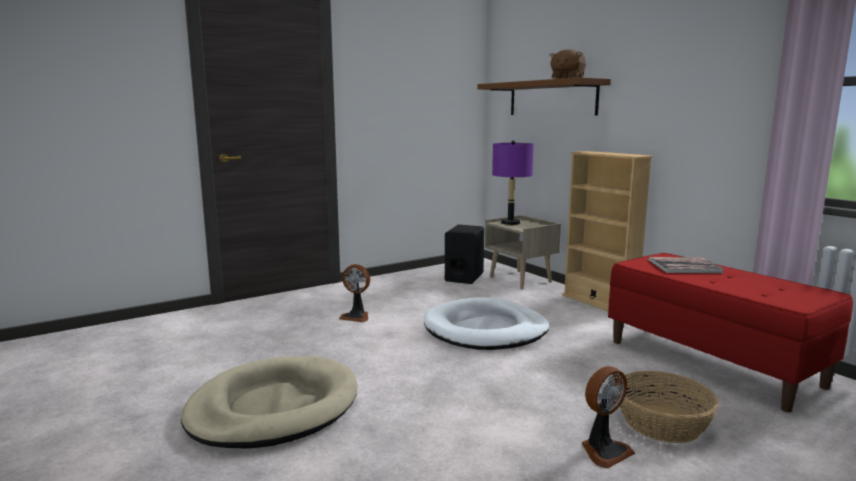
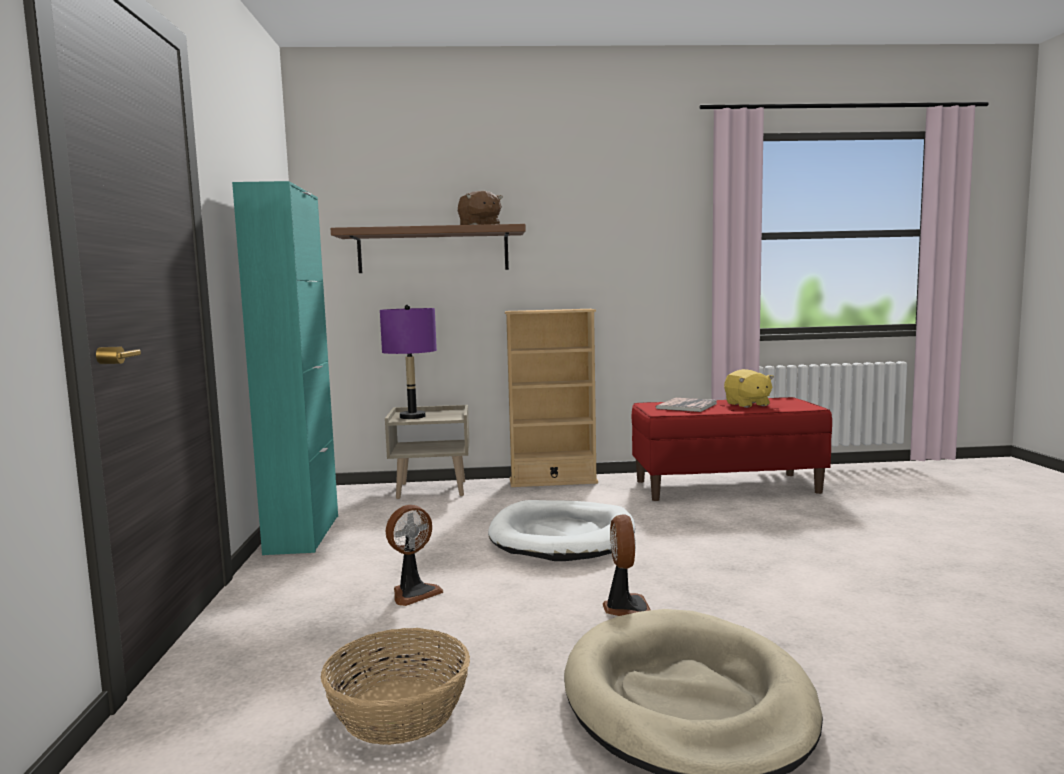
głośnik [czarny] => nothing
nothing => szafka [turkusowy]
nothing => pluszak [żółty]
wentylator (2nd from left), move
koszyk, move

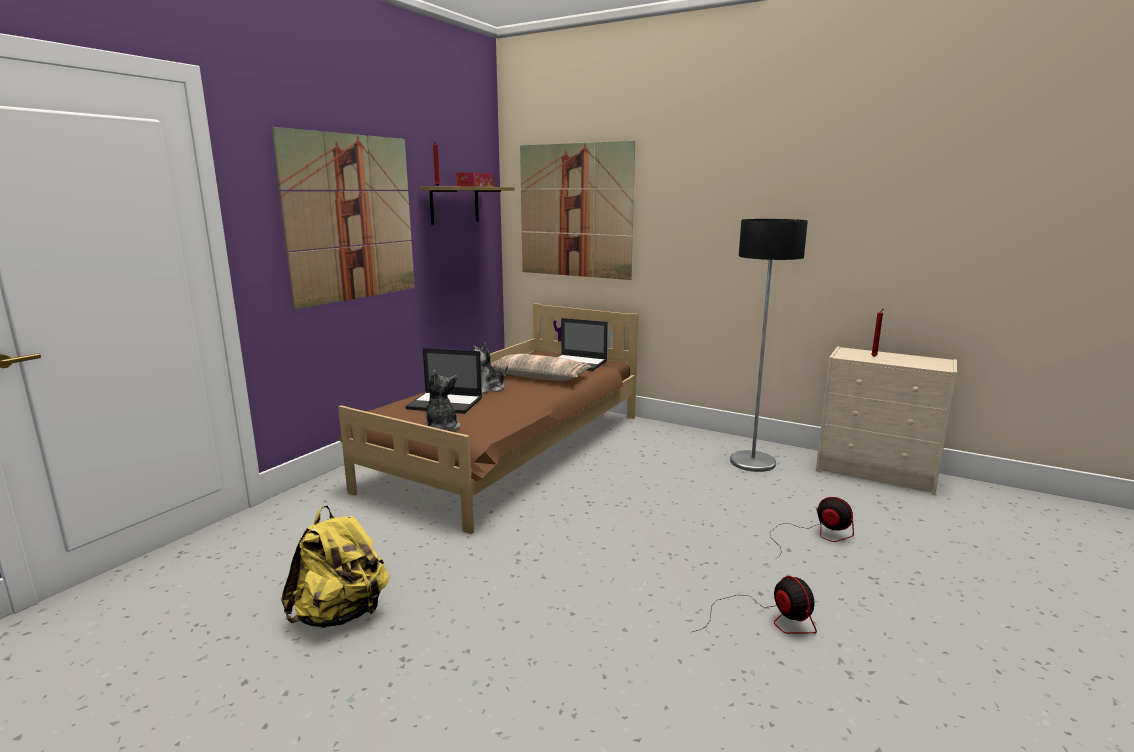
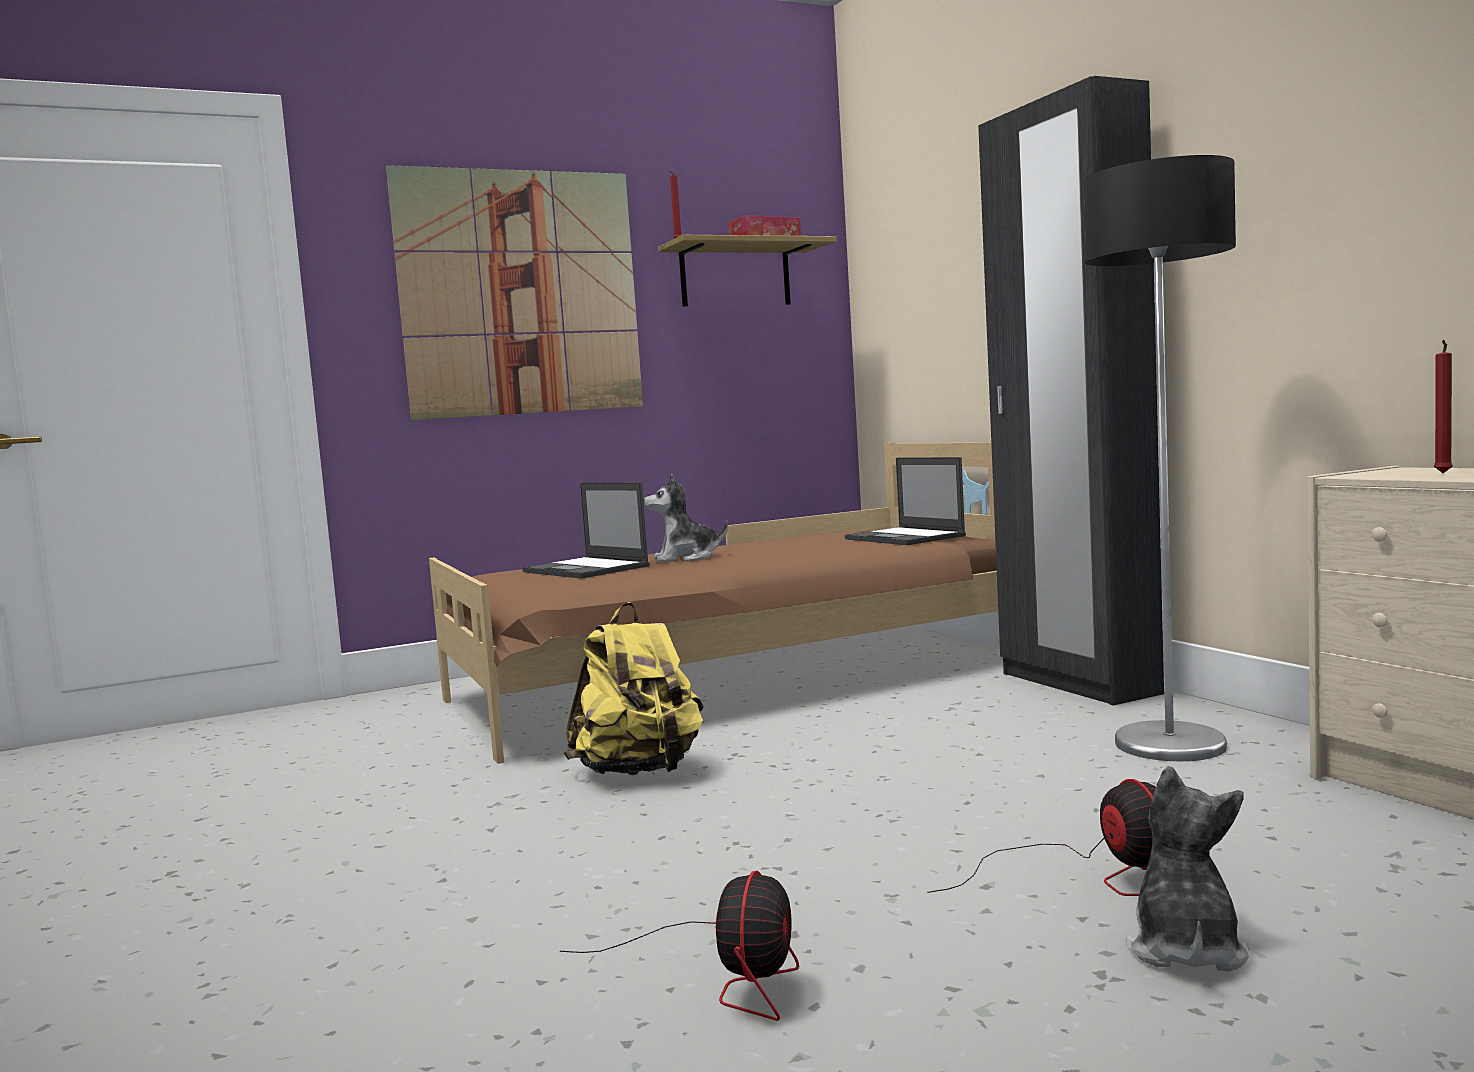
poduszka => nothing
obraz (2nd from left) => nothing
nothing => szafa [czarny]
plecak [żółty], move
pluszak (1st from left in the first image) => pluszak (2nd from left), move

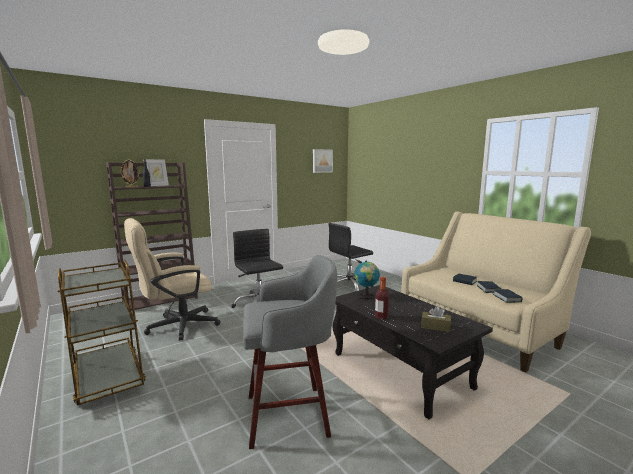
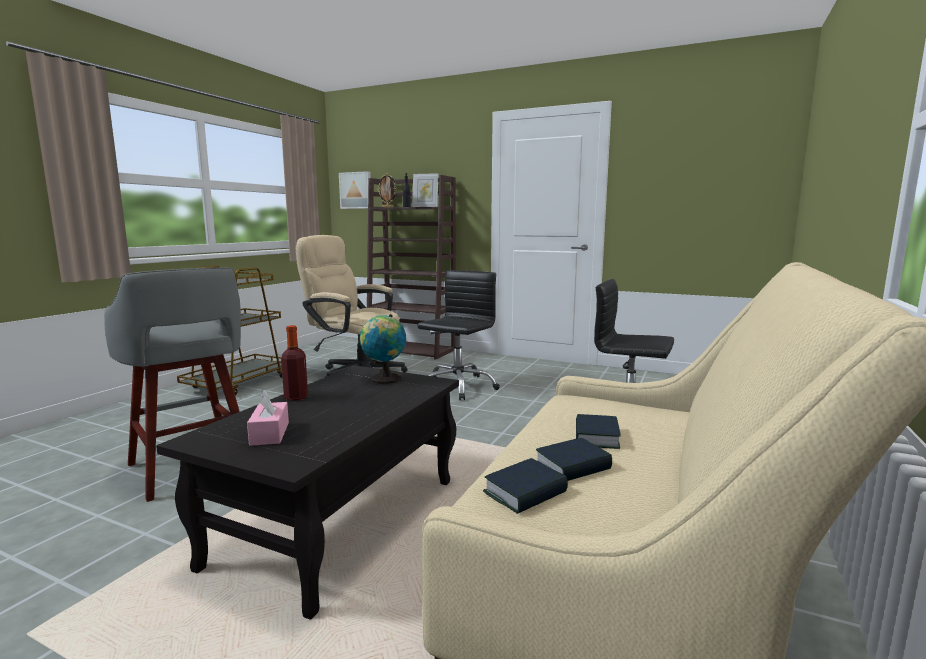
obraz, move
pudełko chusteczek [brązowy] => pudełko chusteczek [różowy]

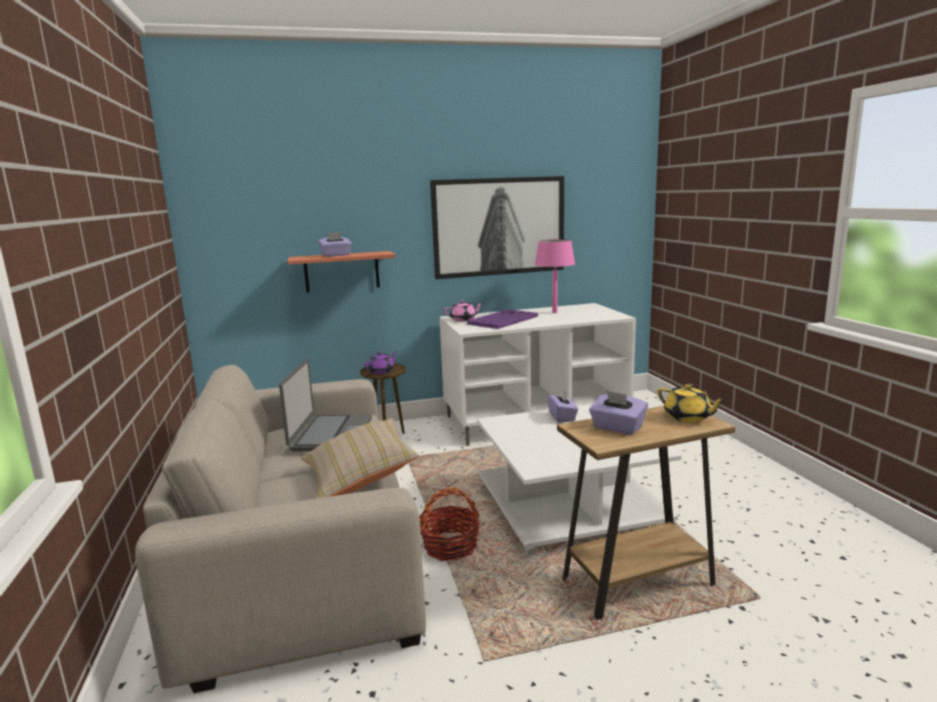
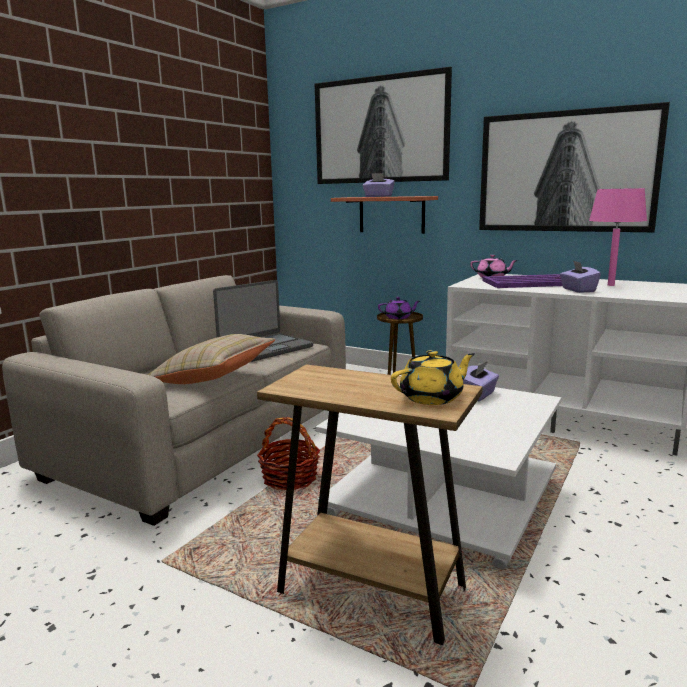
nothing => obraz (1st from left)
pudełko chusteczek [fioletowy] (3rd from left), move
imbryk [żółty], 120 degrees counterclockwise

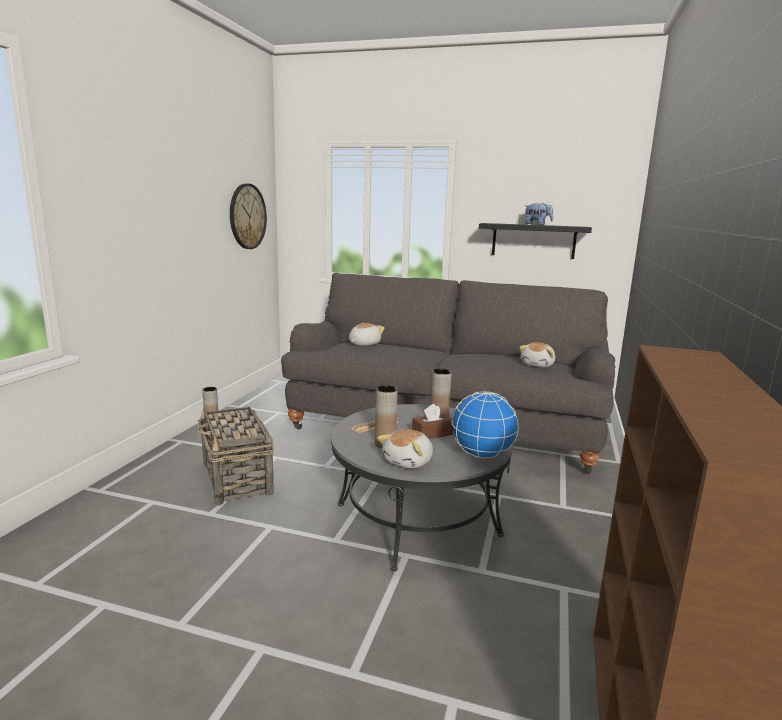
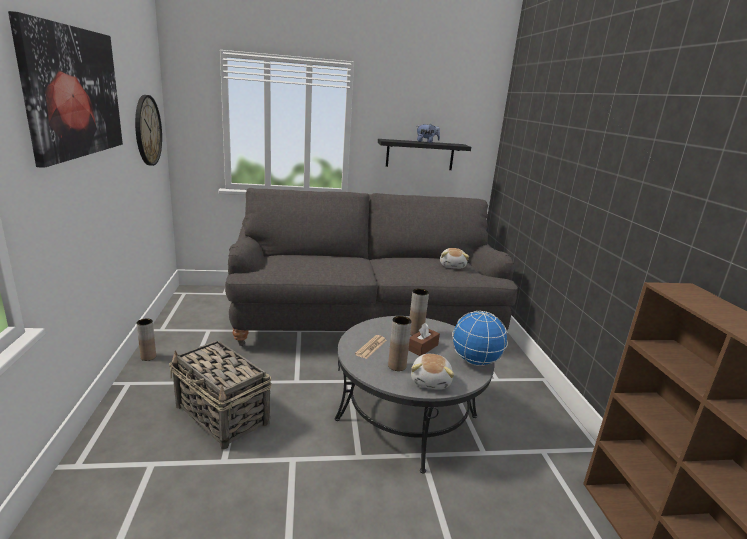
pluszak (1st from left) => nothing
nothing => obraz

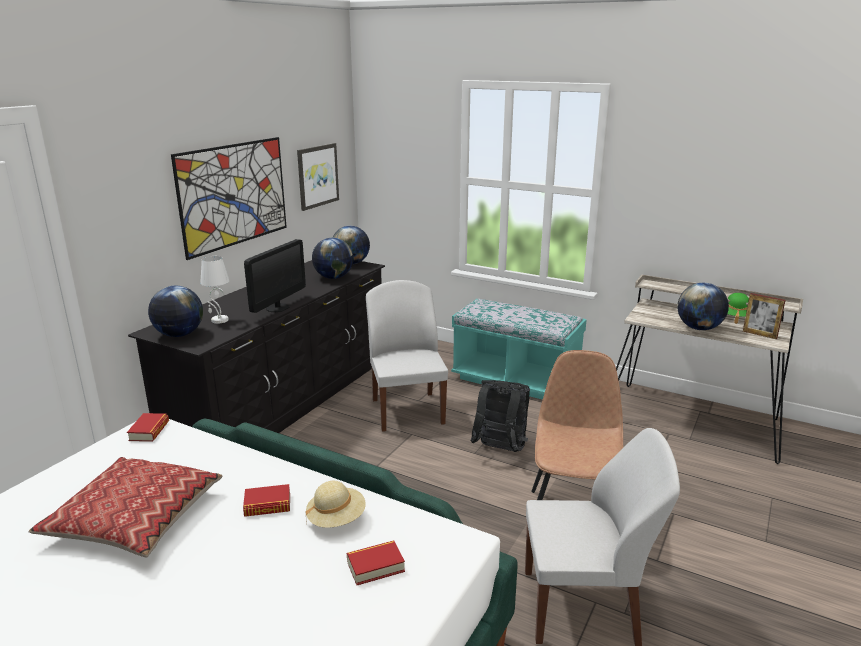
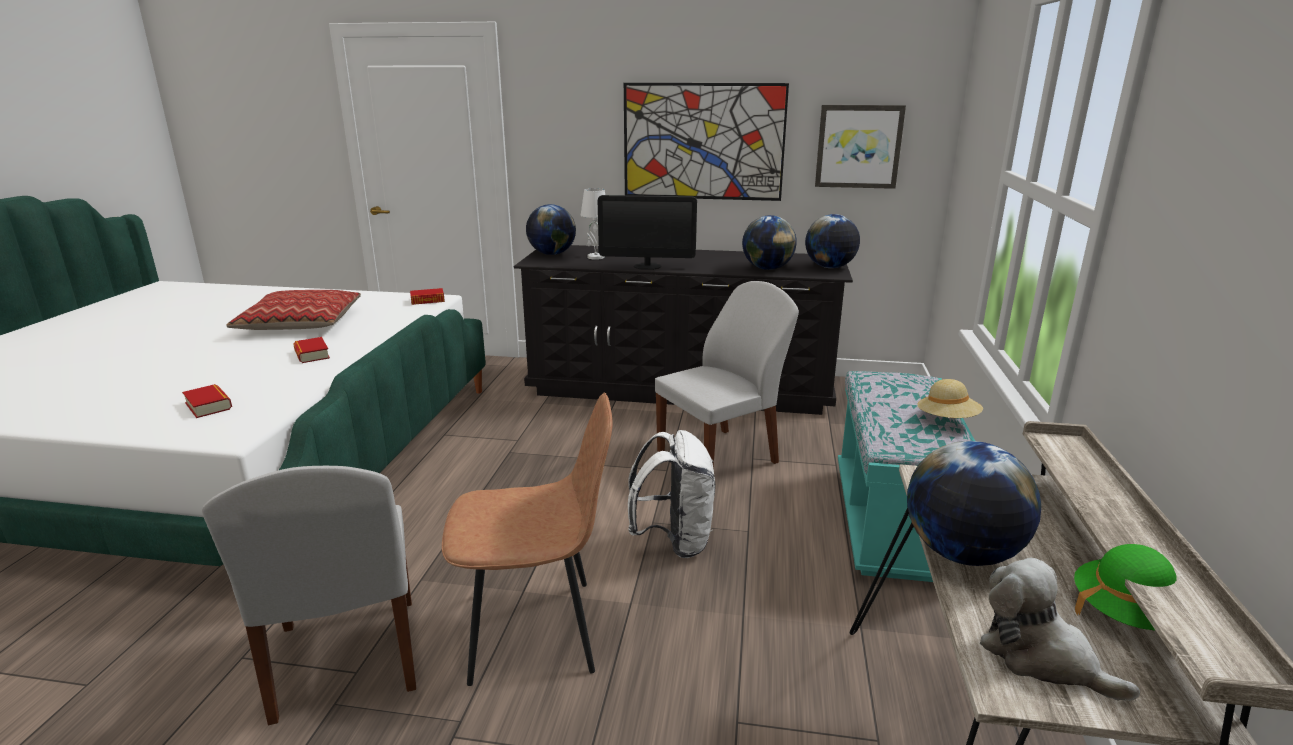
kapelusz [beżowy], move
ramka na zdjęcie => pluszak
plecak [czarny] => plecak [biały]

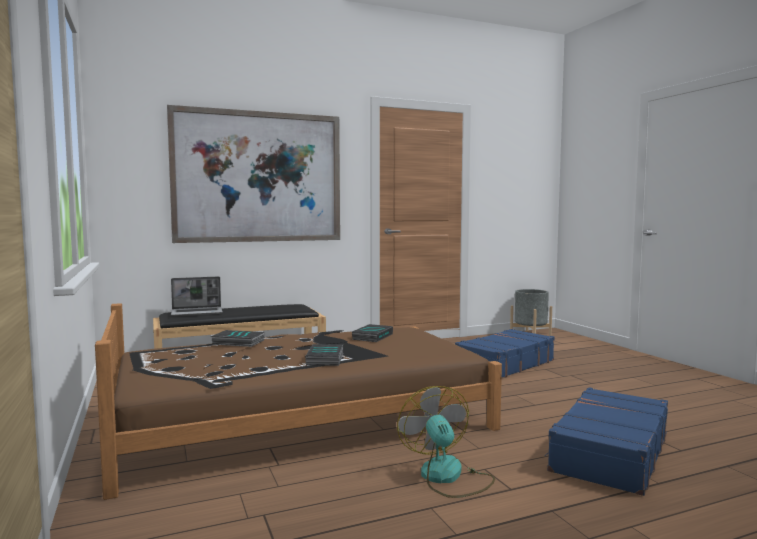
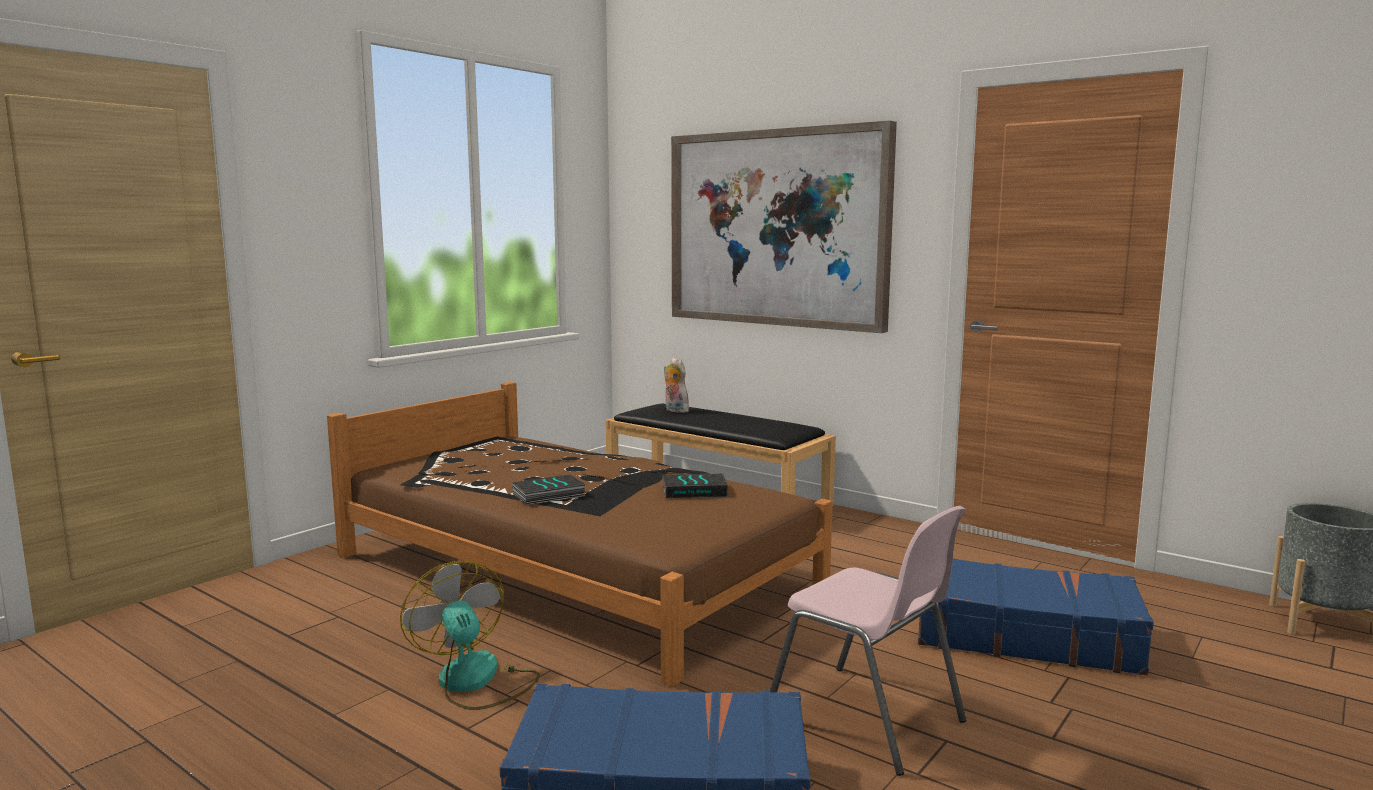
książka (1st from left) => nothing
nothing => krzesło [różowy]
laptop => pluszak
wentylator, 75 degrees counterclockwise

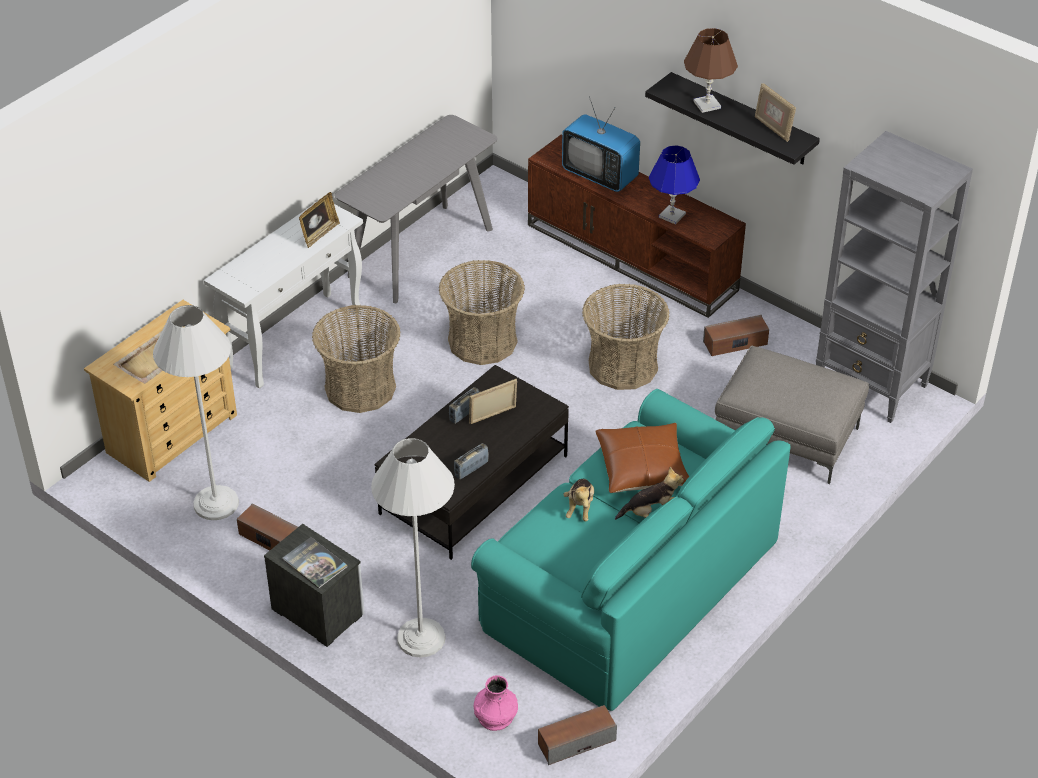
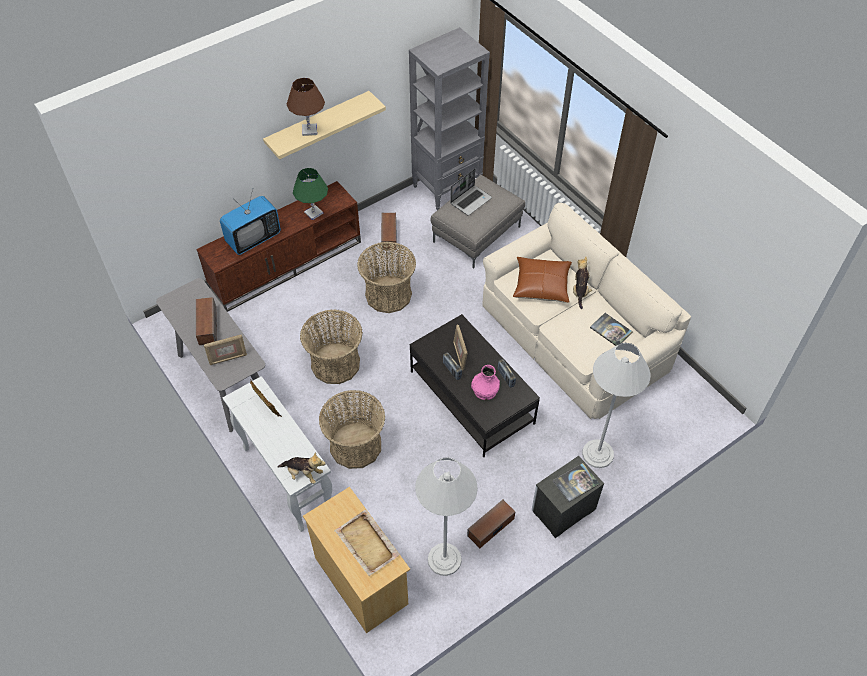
nothing => laptop
nothing => książka (2nd from left)
wazon [różowy], move
głośnik (2nd from left in the first image) => głośnik (1st from left), move
pluszak (1st from left), move
ramka na zdjęcie (3rd from left in the first image) => ramka na zdjęcie (1st from left), move
kanapa [turkusowy] => kanapa [beżowy]
półka [czarny] => półka [beżowy]
lampa stołowa [niebieski] => lampa stołowa [zielony]

